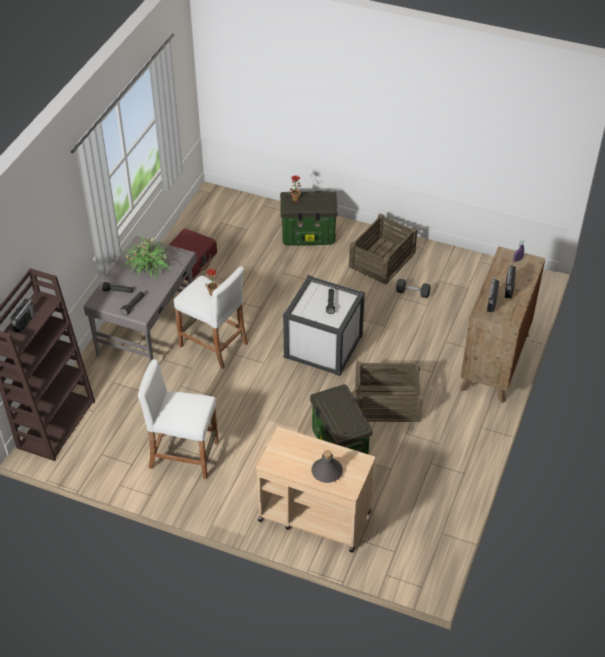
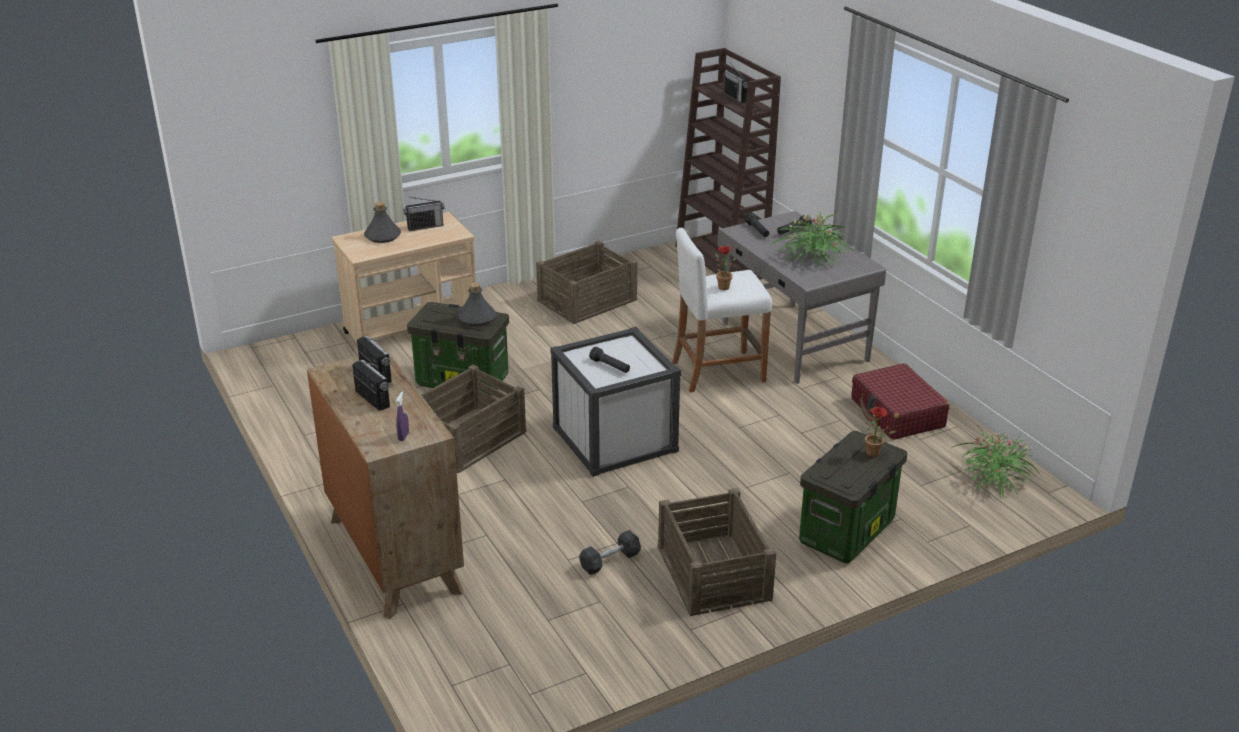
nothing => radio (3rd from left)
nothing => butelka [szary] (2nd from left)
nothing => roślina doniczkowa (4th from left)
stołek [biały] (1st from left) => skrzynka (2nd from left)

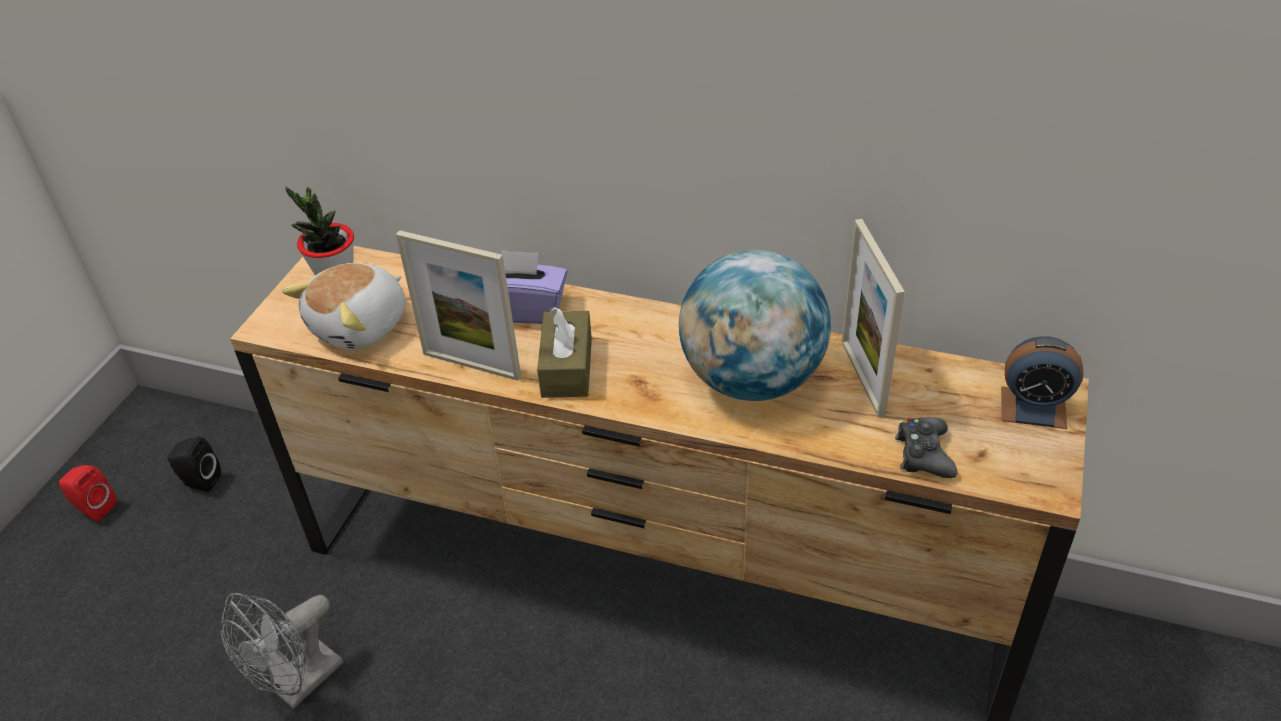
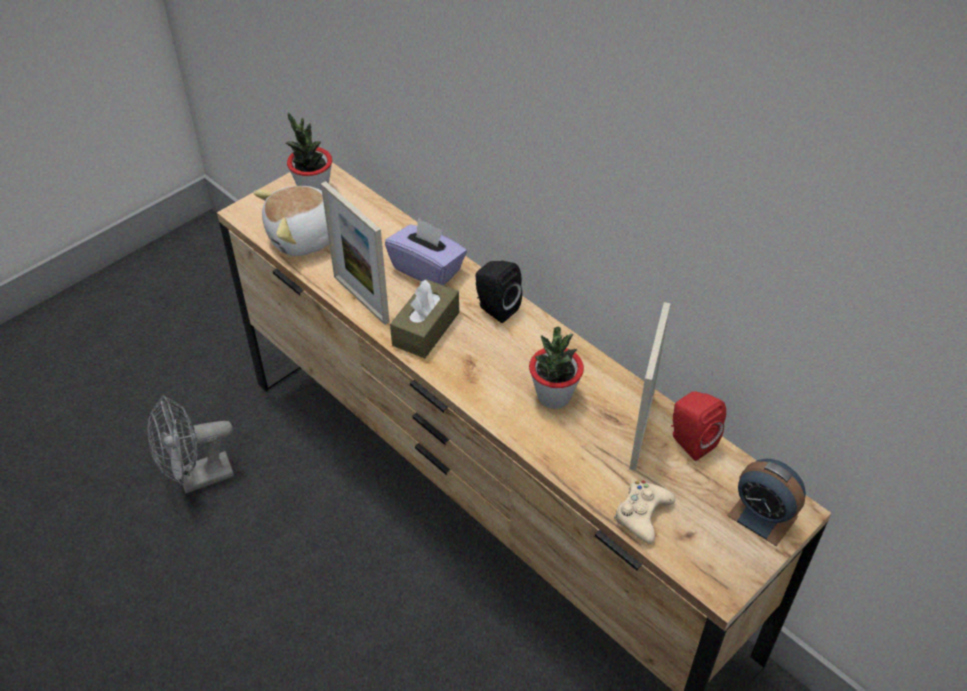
głośnik [czerwony], move
głośnik [czarny], move
globus => roślina doniczkowa (2nd from left)
pad do gier [czarny] => pad do gier [beżowy]

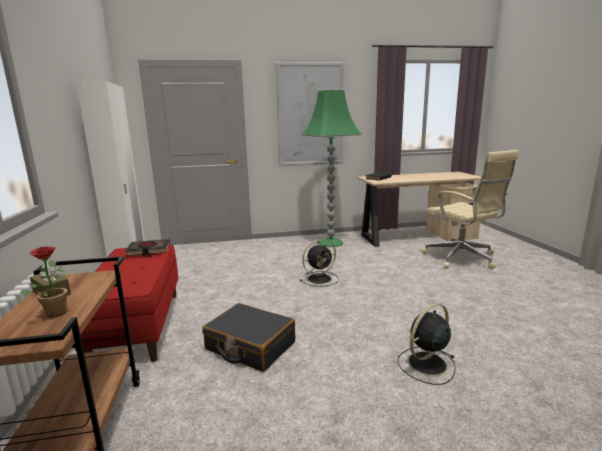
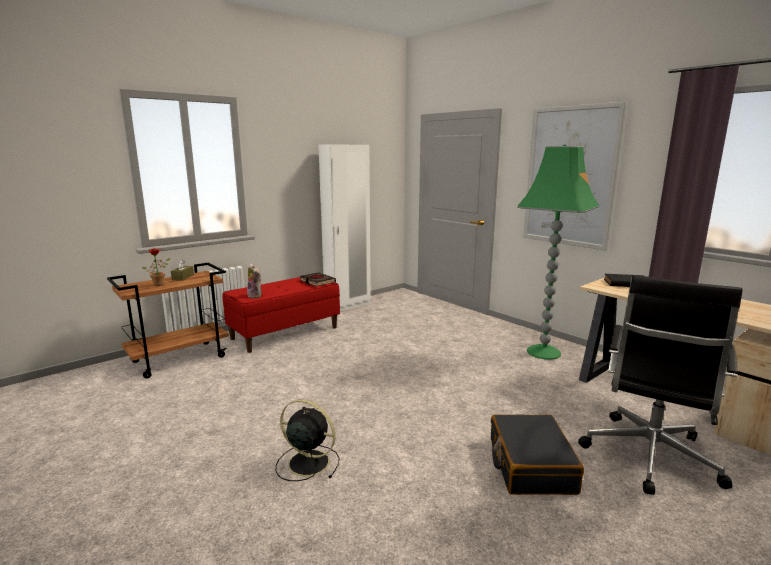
wentylator [czarny] (1st from left) => nothing
nothing => pluszak
walizka [czarny], move
krzesło biurowe [beżowy] => krzesło biurowe [czarny]

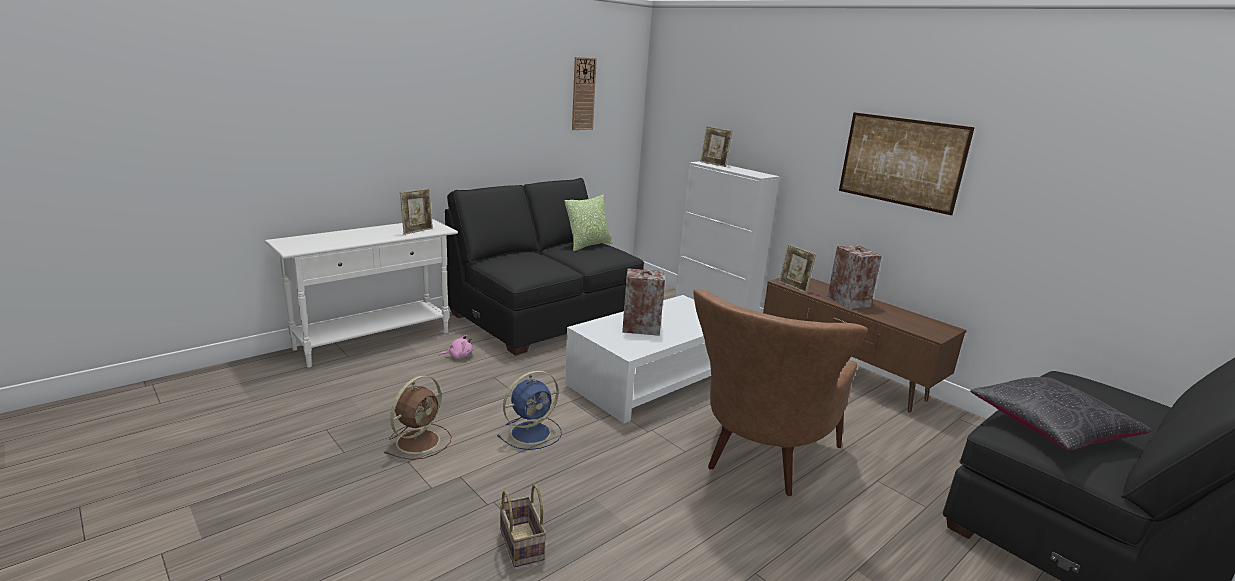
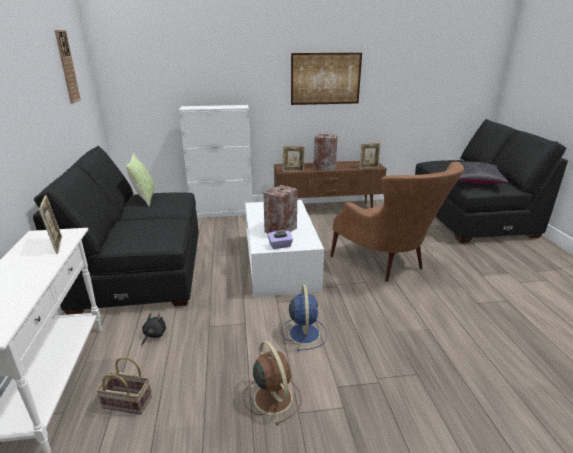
nothing => pudełko chusteczek [fioletowy]
koszyk, move
ramka na zdjęcie (2nd from left in the first image) => ramka na zdjęcie (3rd from left), move
pluszak [różowy] => pluszak [czarny]

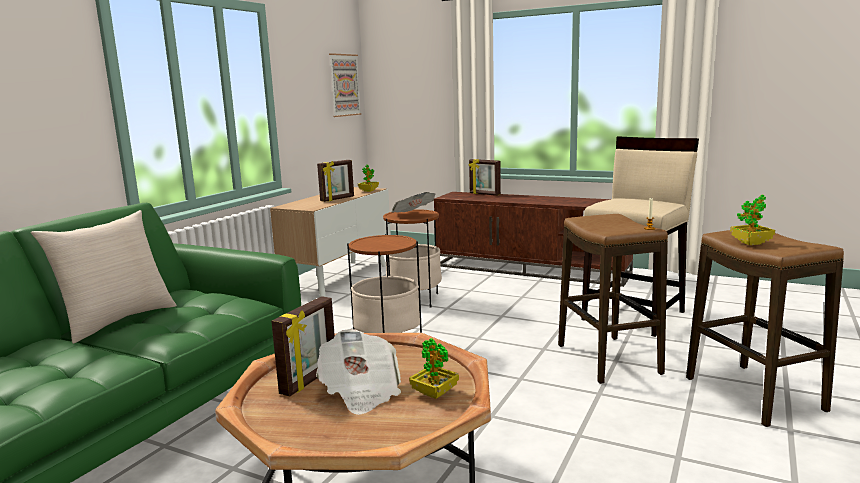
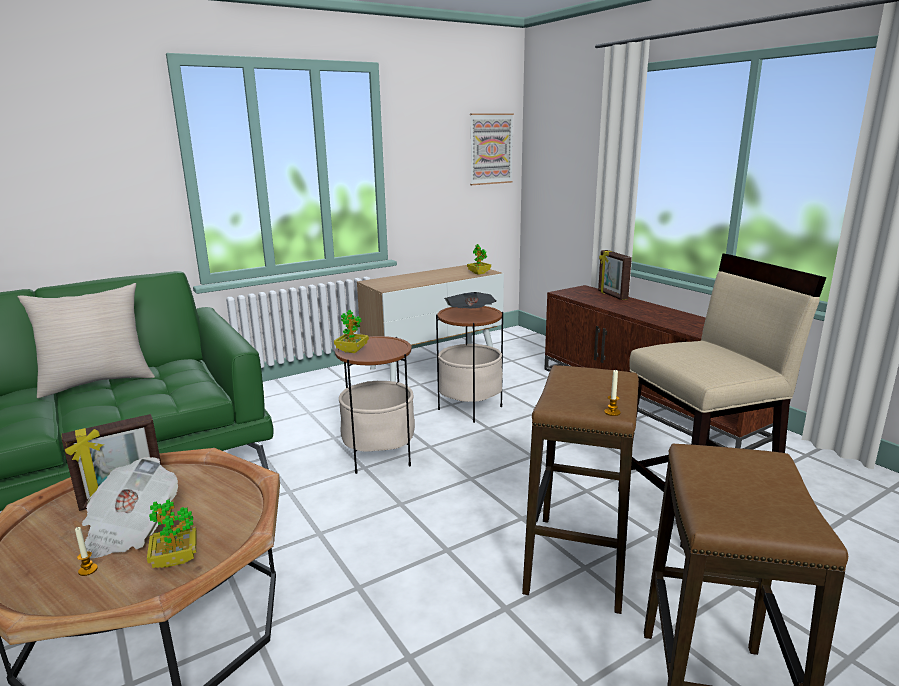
ramka na zdjęcie (2nd from left) => nothing
nothing => świeca (1st from left)
roślina doniczkowa (3rd from left in the first image) => roślina doniczkowa (2nd from left), move

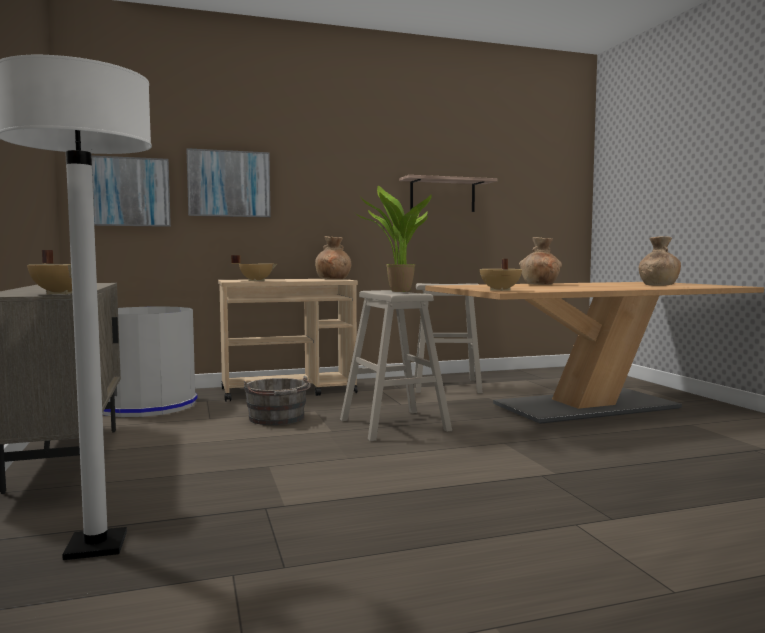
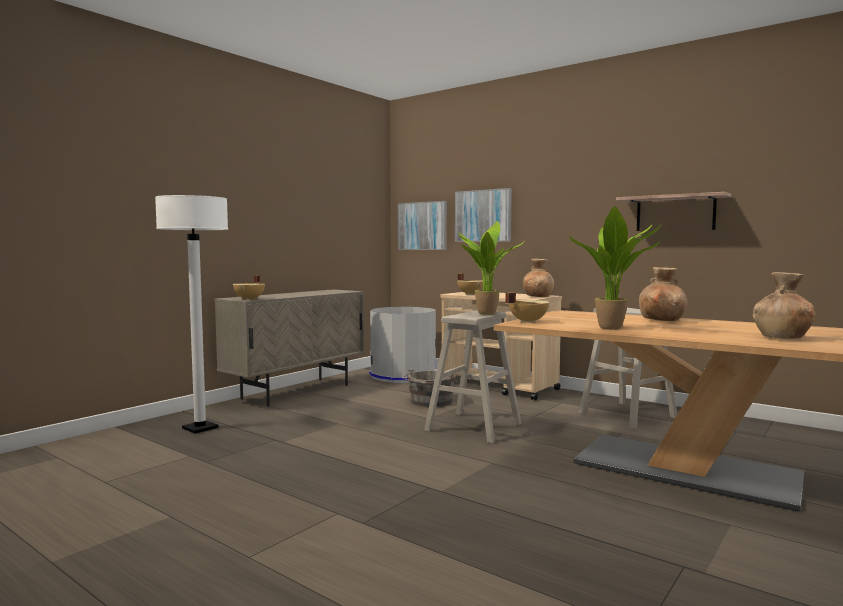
nothing => roślina doniczkowa (2nd from left)

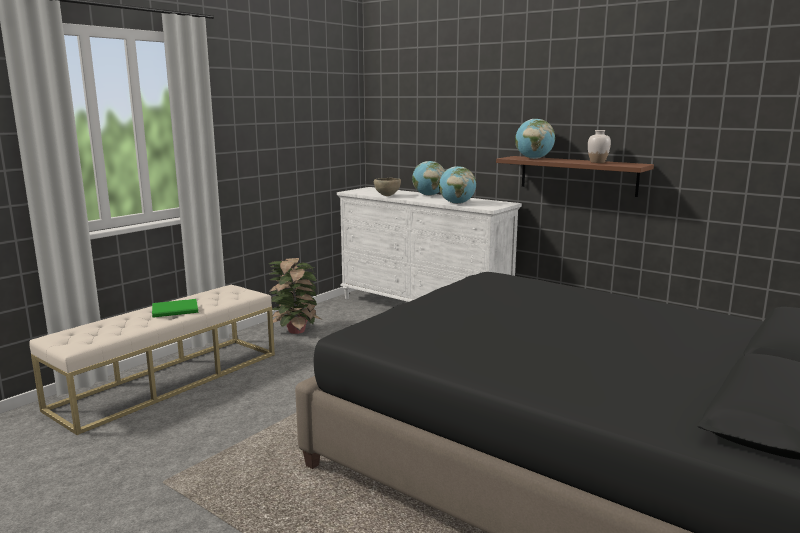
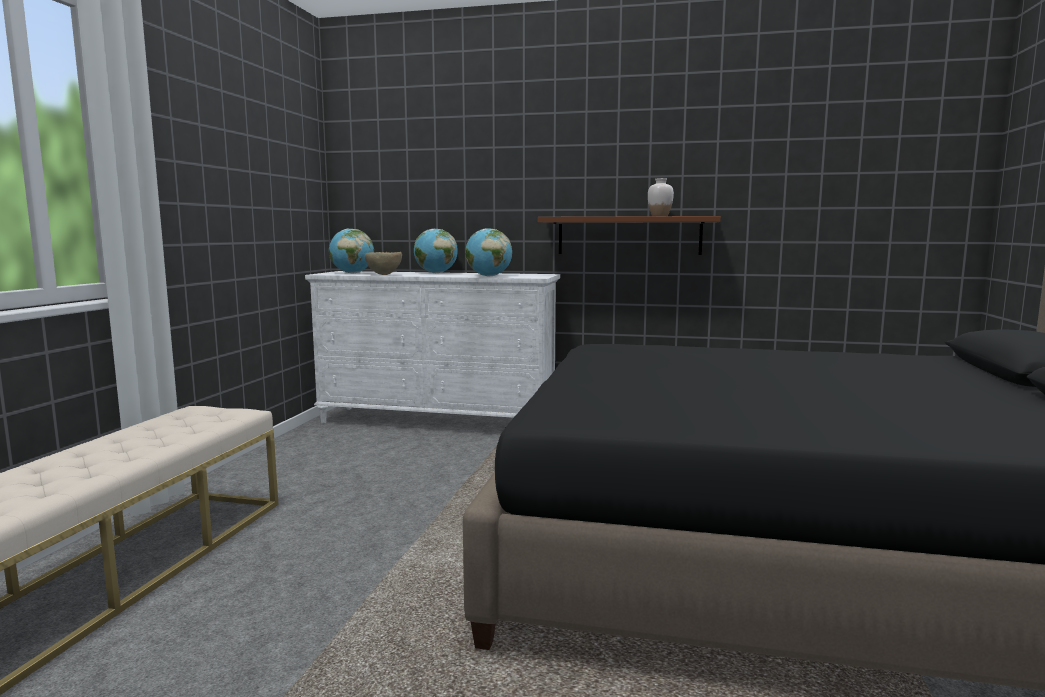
książka [zielony] => nothing
roślina doniczkowa => nothing
globus (3rd from left in the first image) => globus (1st from left), move

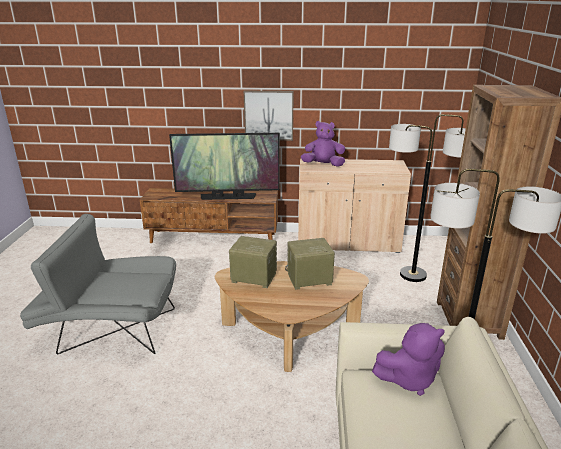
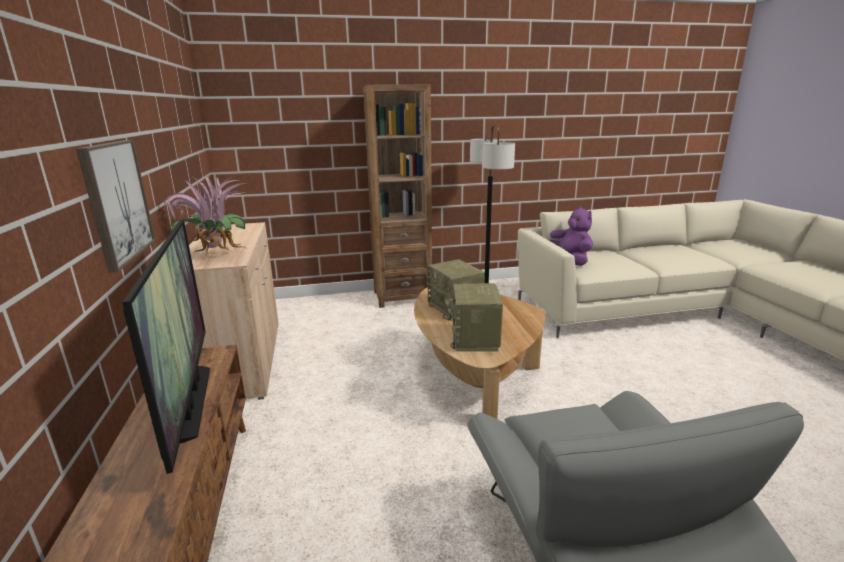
lampa stojąca (1st from left) => nothing
pluszak [fioletowy] (1st from left) => roślina doniczkowa

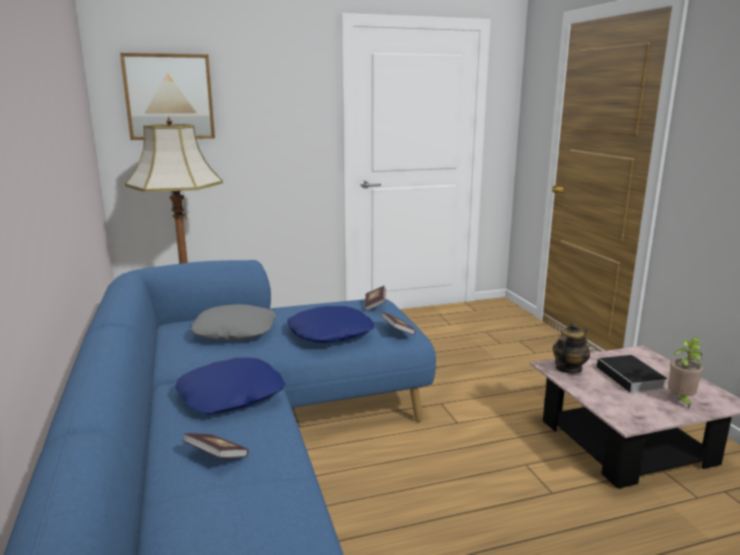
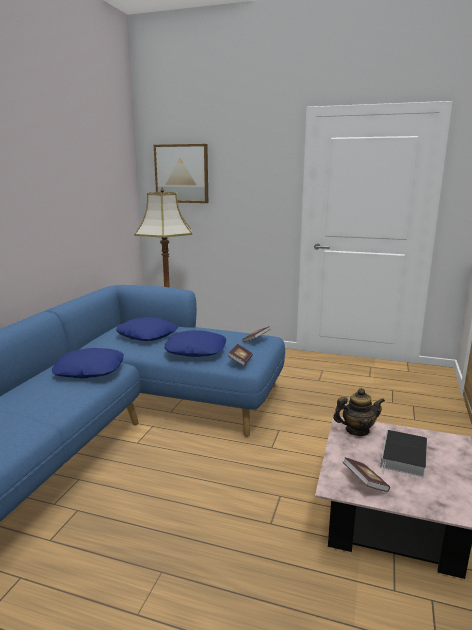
roślina doniczkowa => nothing
książka (1st from left in the first image) => książka (3rd from left), move
poduszka [szary] => poduszka [niebieski] (2nd from left)

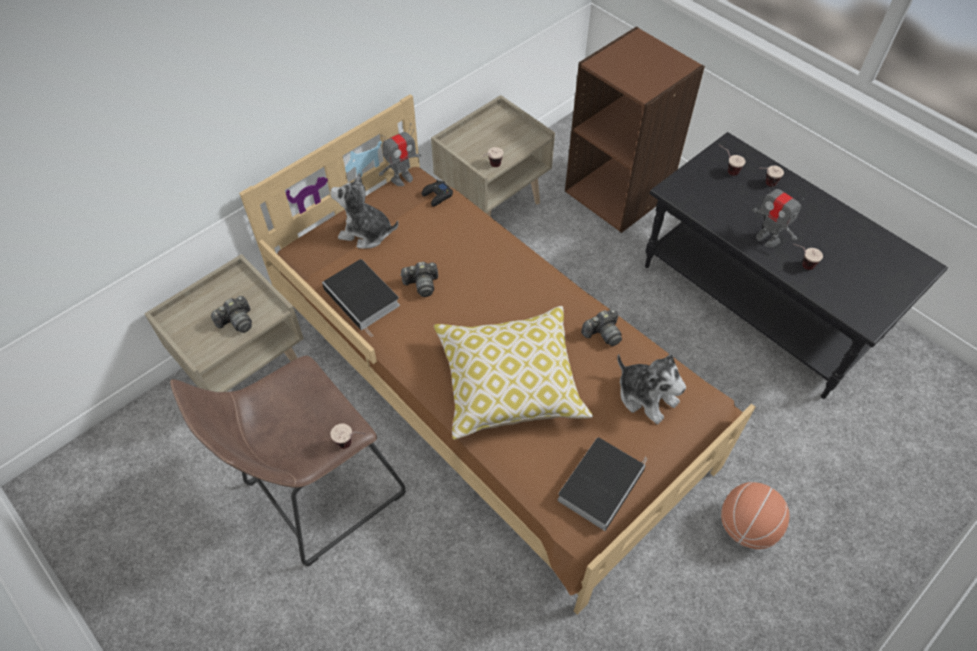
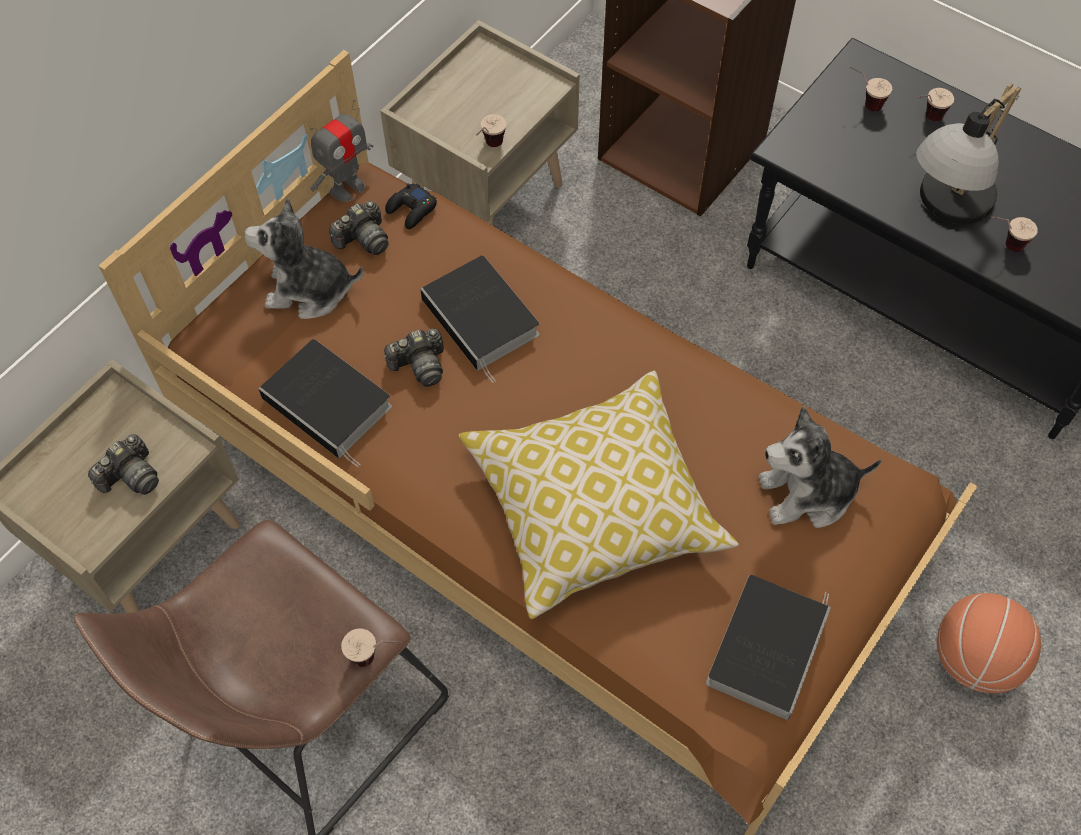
nothing => książka (2nd from left)
aparat fotograficzny (3rd from left in the first image) => aparat fotograficzny (2nd from left), move
robot zabawkowy (2nd from left) => lampa stołowa
pluszak (2nd from left), 135 degrees clockwise

